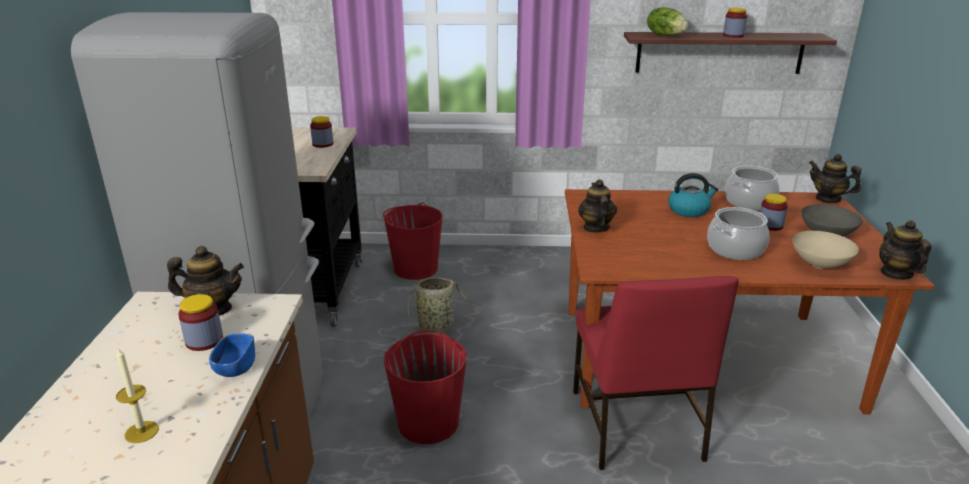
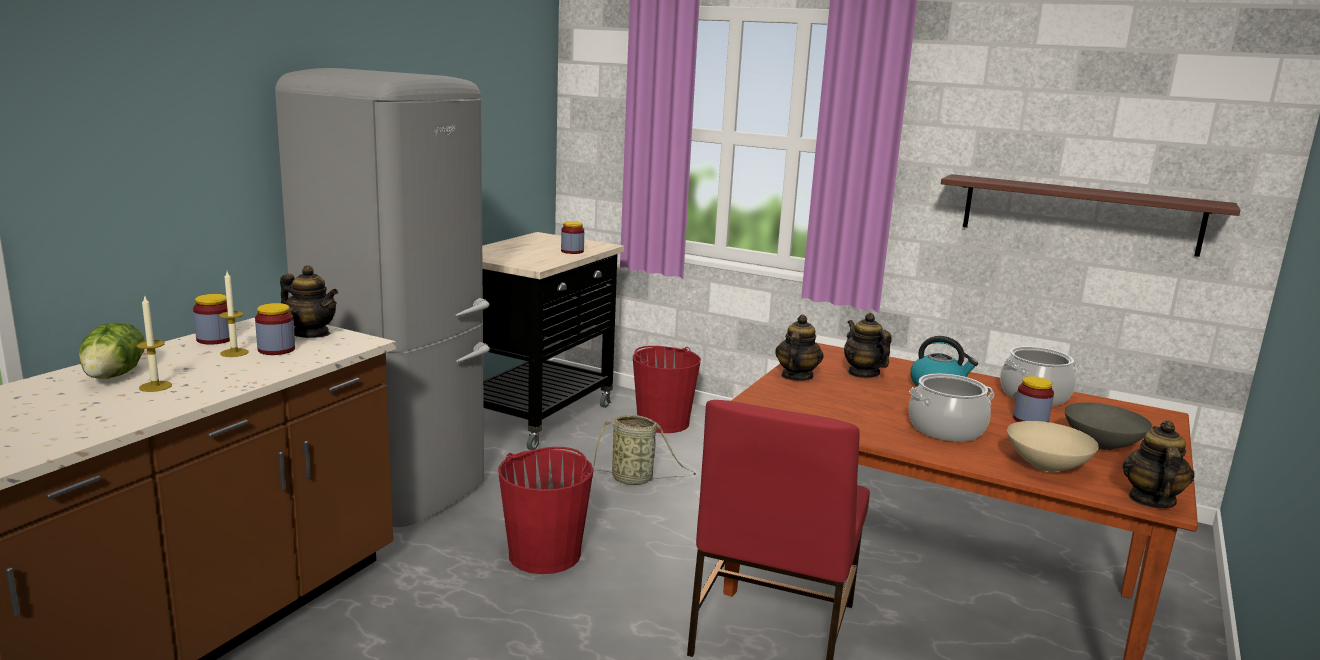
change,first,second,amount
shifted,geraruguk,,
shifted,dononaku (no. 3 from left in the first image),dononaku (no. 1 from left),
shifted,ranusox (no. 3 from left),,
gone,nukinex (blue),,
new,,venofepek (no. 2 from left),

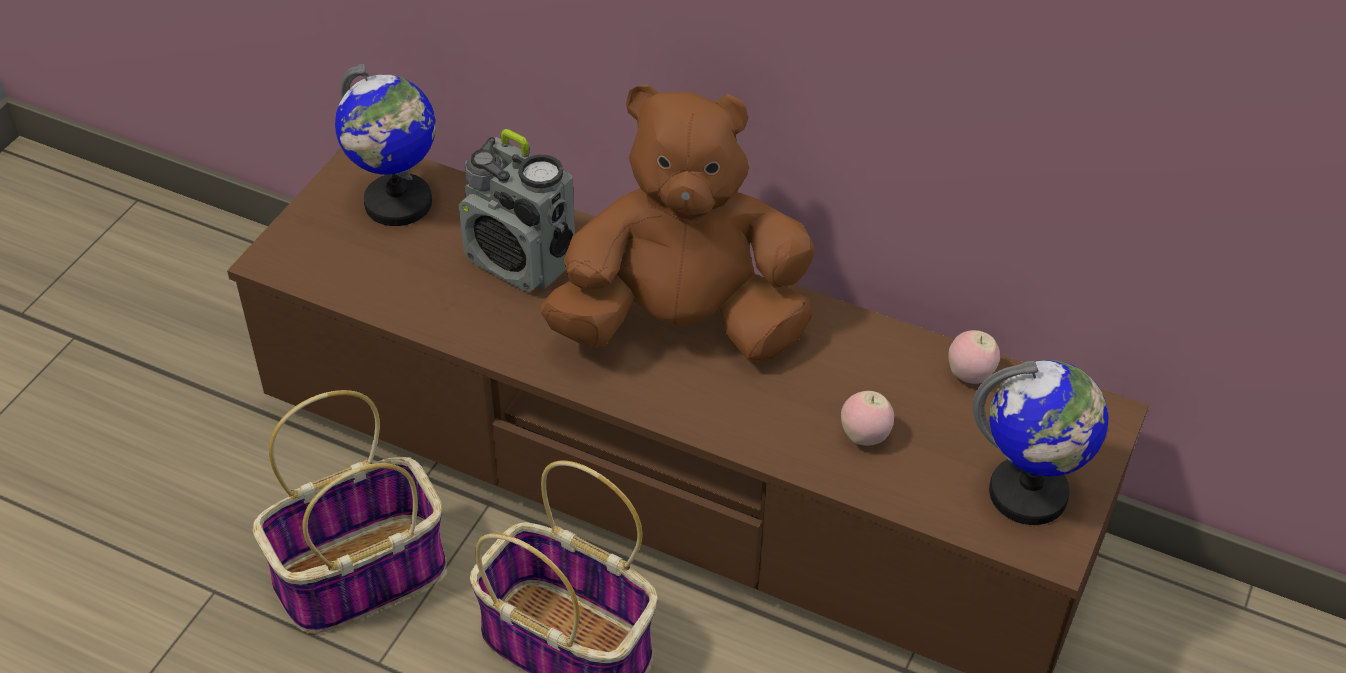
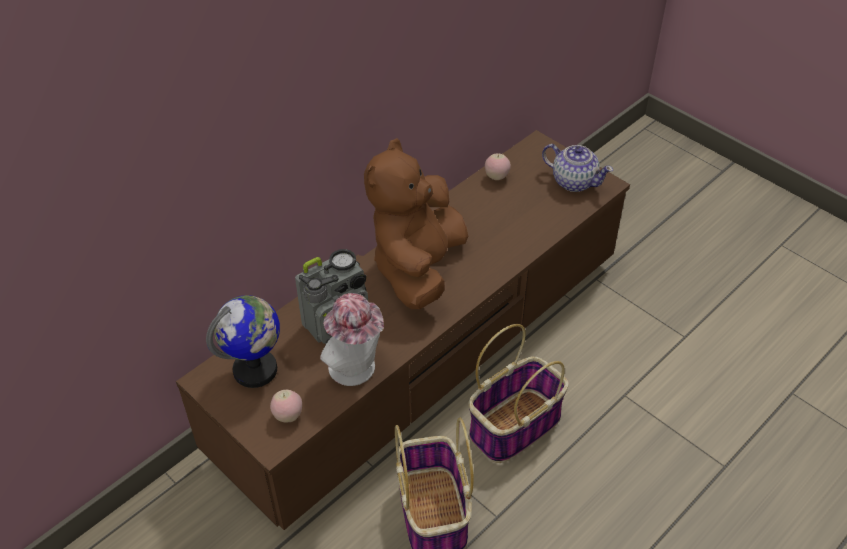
change,first,second,amount
swapped,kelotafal (no. 2 from left),ranusox,
shifted,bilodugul (no. 1 from left),,
new,,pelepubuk,

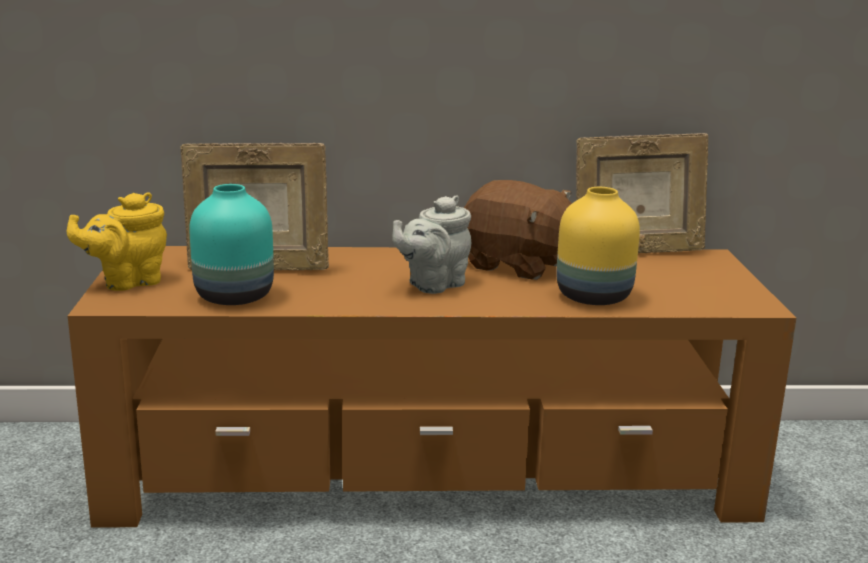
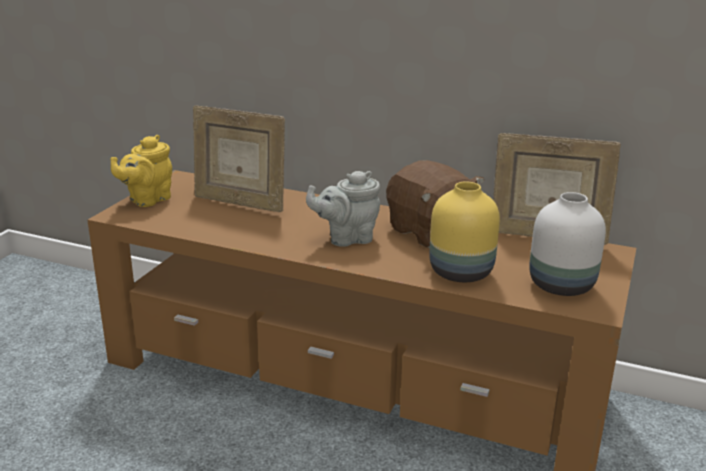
change,first,second,amount
gone,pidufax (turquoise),,
rotated,ranusox (yellow),,45 degrees counterclockwise
new,,pidufax (white),

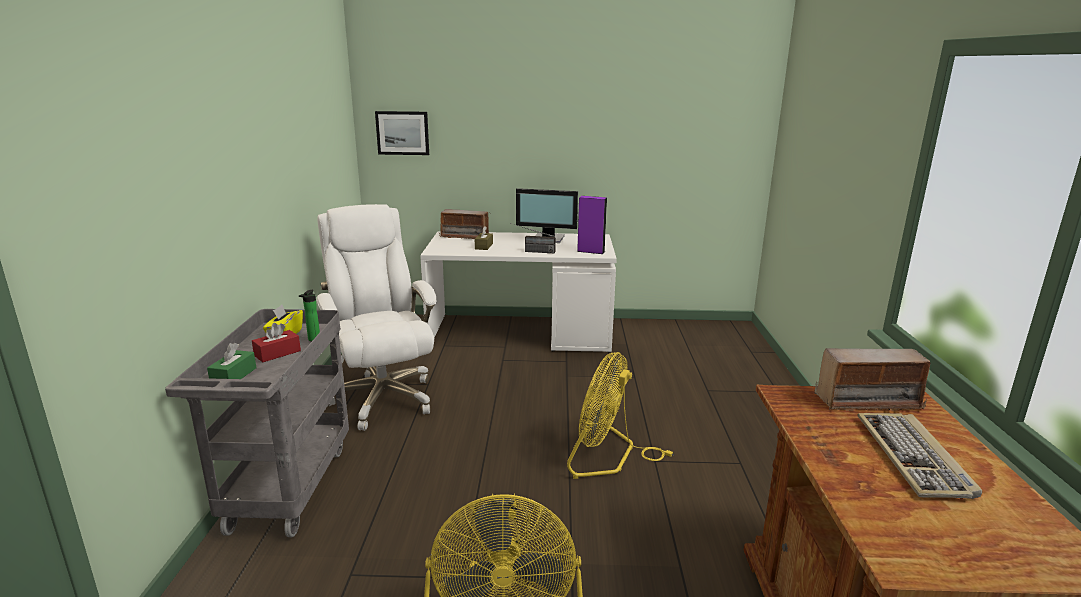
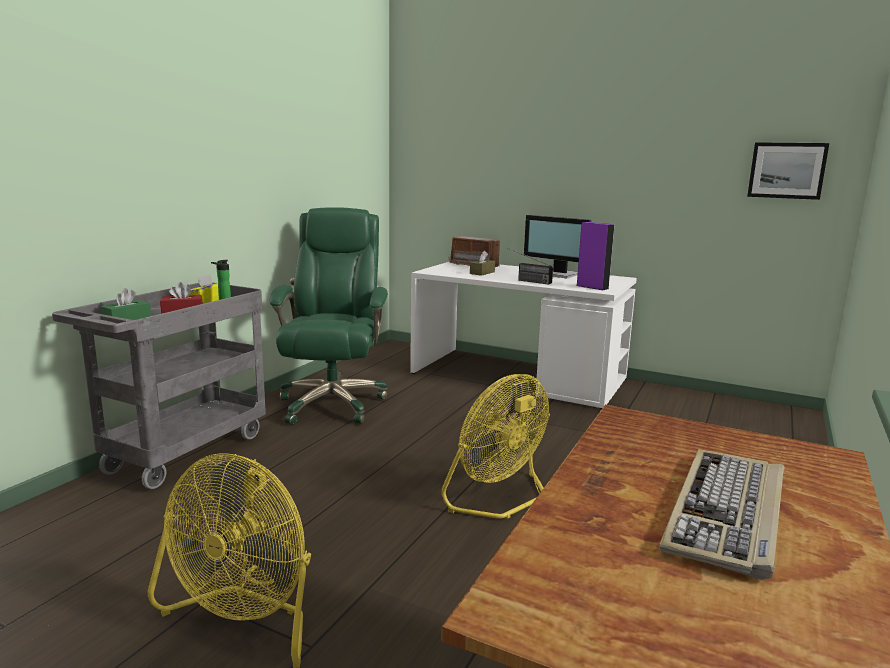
change,first,second,amount
shifted,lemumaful,,
repainted,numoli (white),numoli (green),
gone,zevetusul (no. 3 from left),,

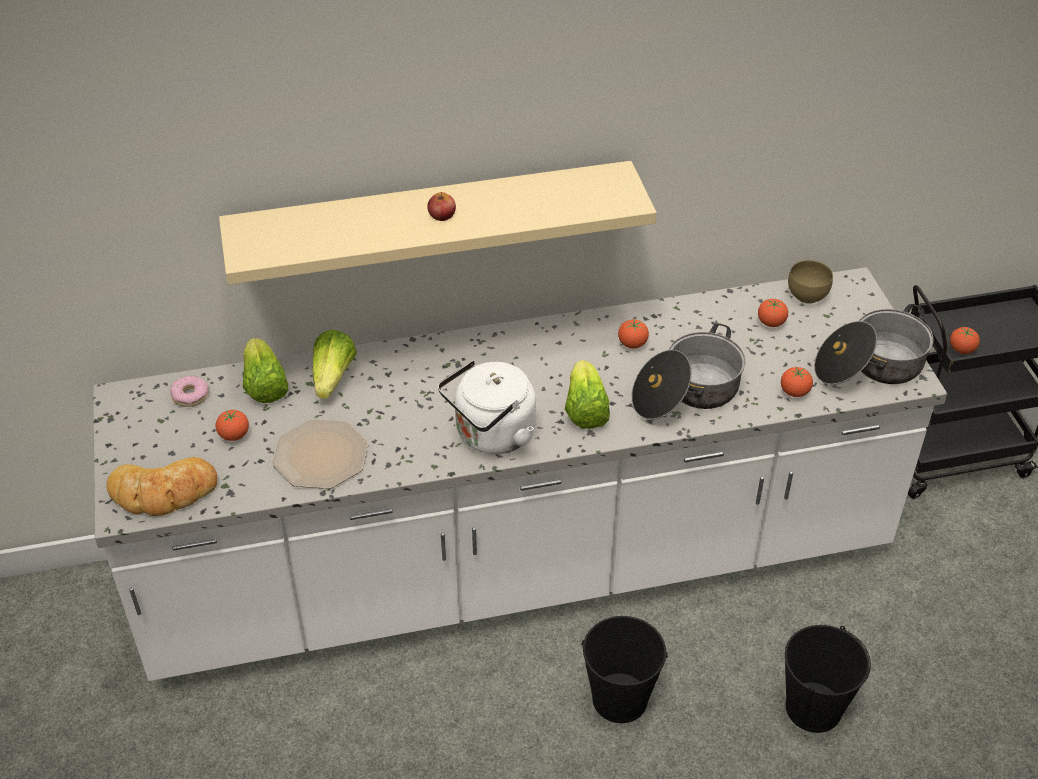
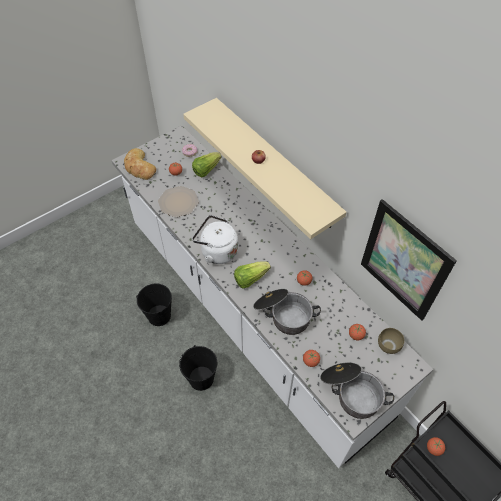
change,first,second,amount
gone,geraruguk (no. 2 from left),,
shifted,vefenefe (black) (no. 2 from left in the first image),vefenefe (black) (no. 1 from left),
new,,lemumaful,

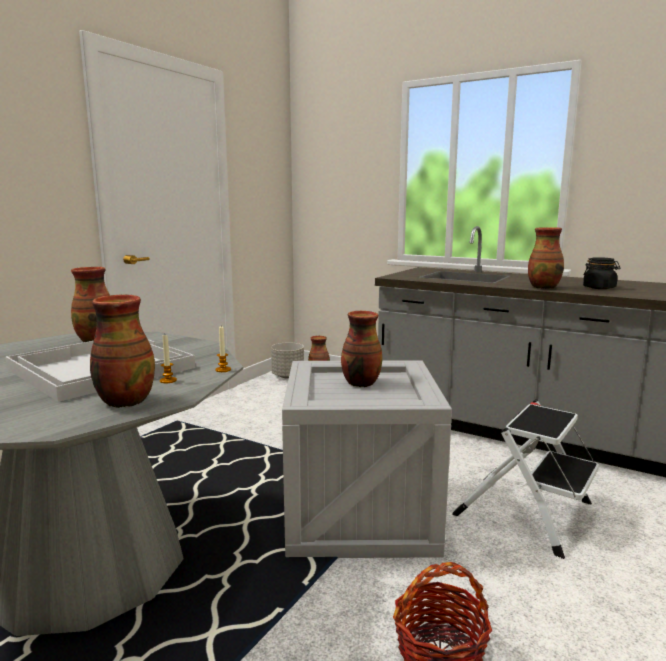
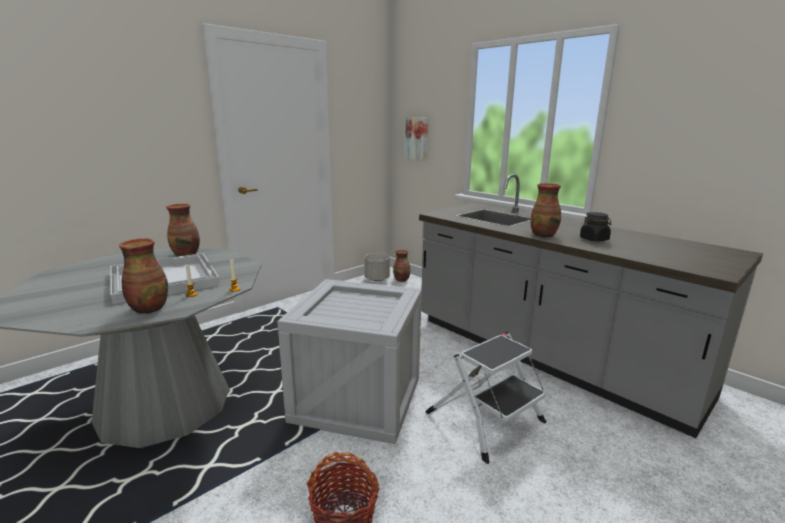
change,first,second,amount
gone,pidufax (no. 4 from left),,
new,,lemumaful,

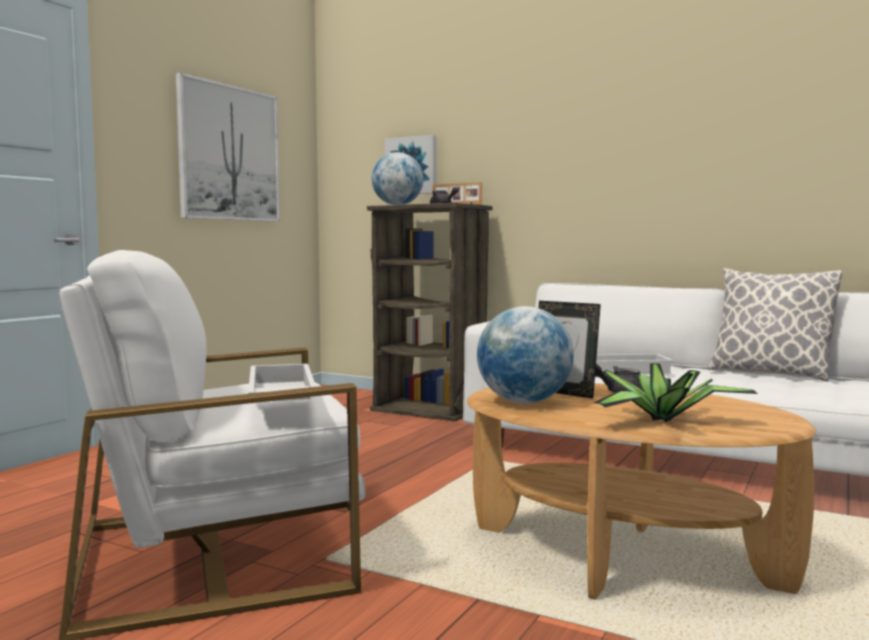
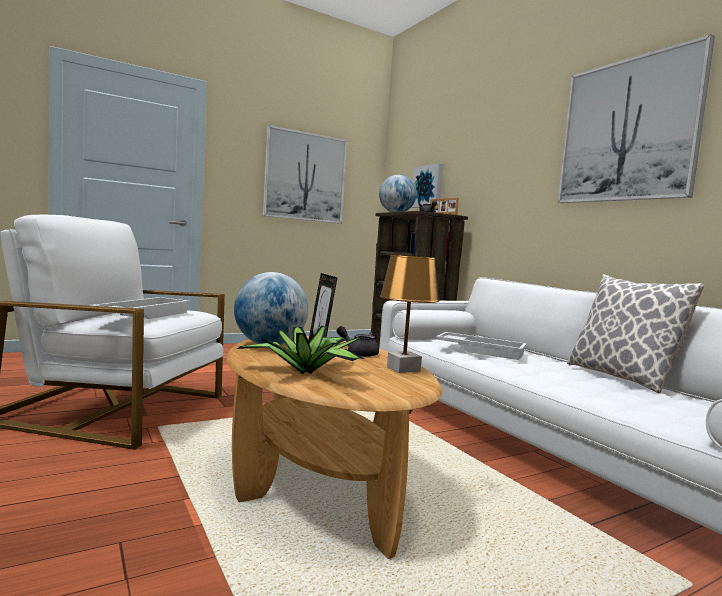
change,first,second,amount
new,,lemumaful (no. 3 from left),
new,,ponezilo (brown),

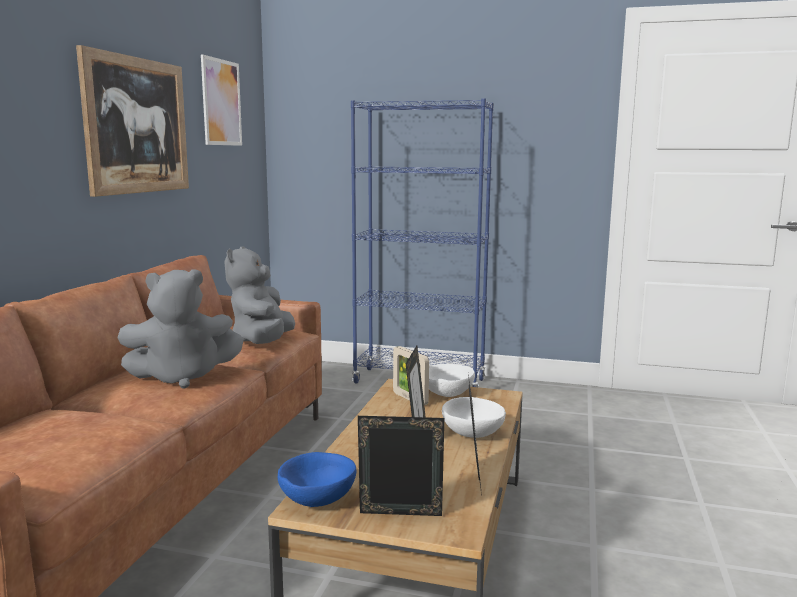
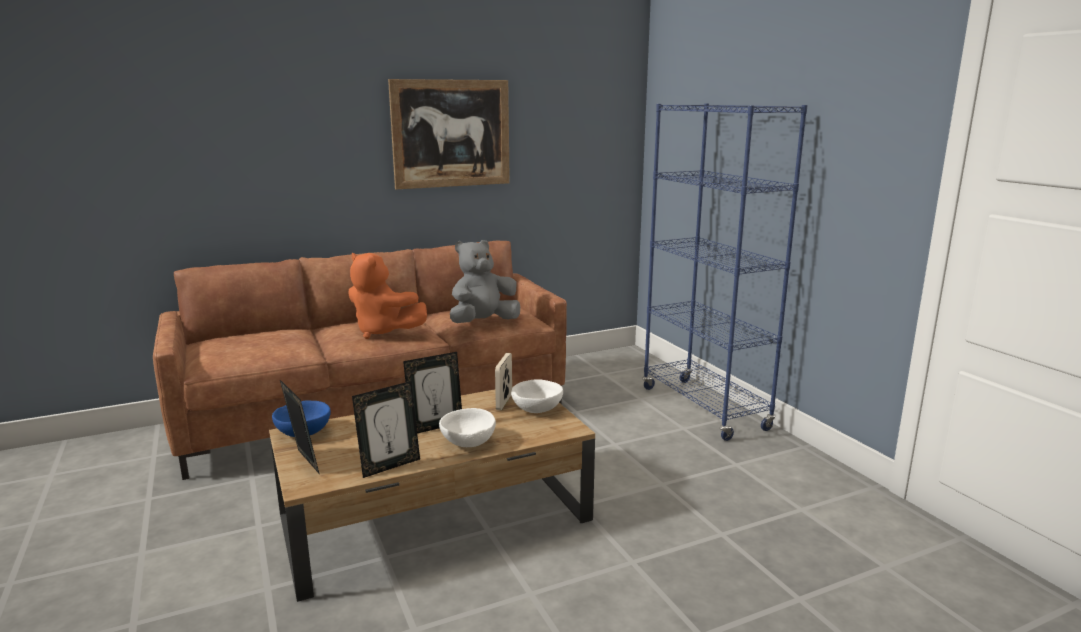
change,first,second,amount
gone,lemumaful (no. 2 from left),,
repainted,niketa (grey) (no. 1 from left),niketa (orange),

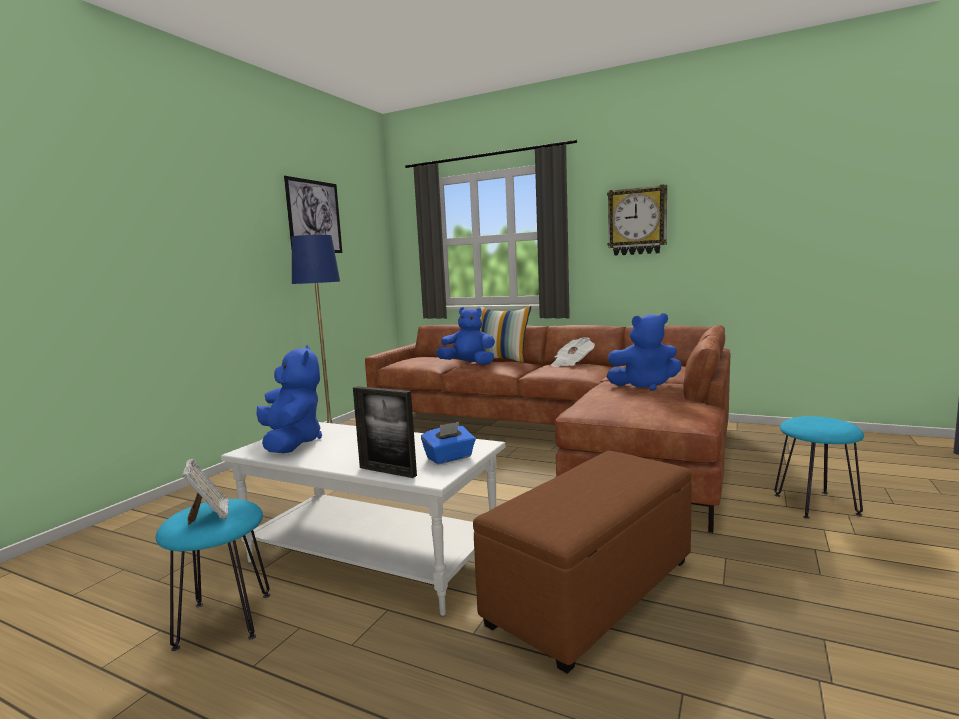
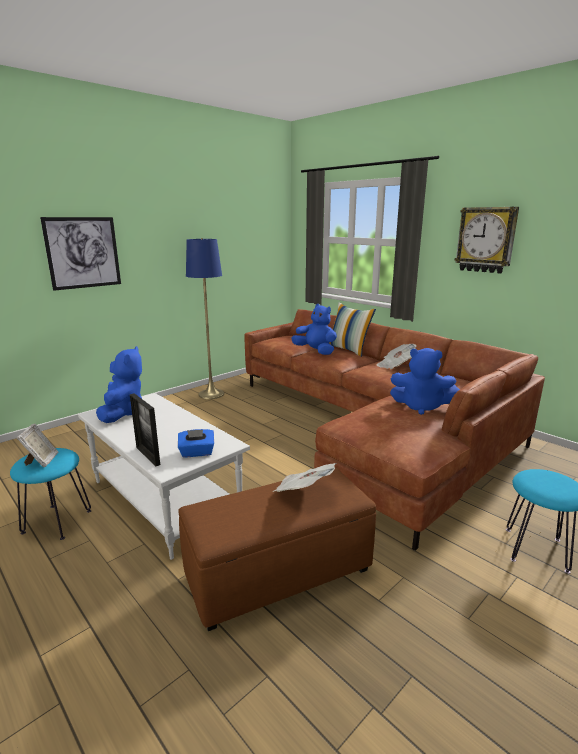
change,first,second,amount
shifted,lemumaful,,
new,,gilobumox (no. 1 from left),

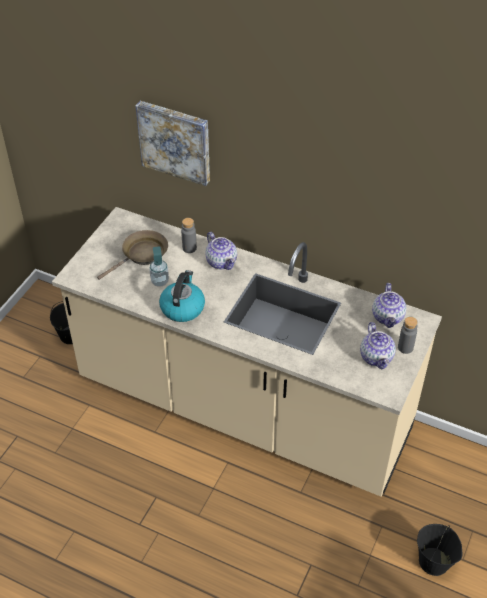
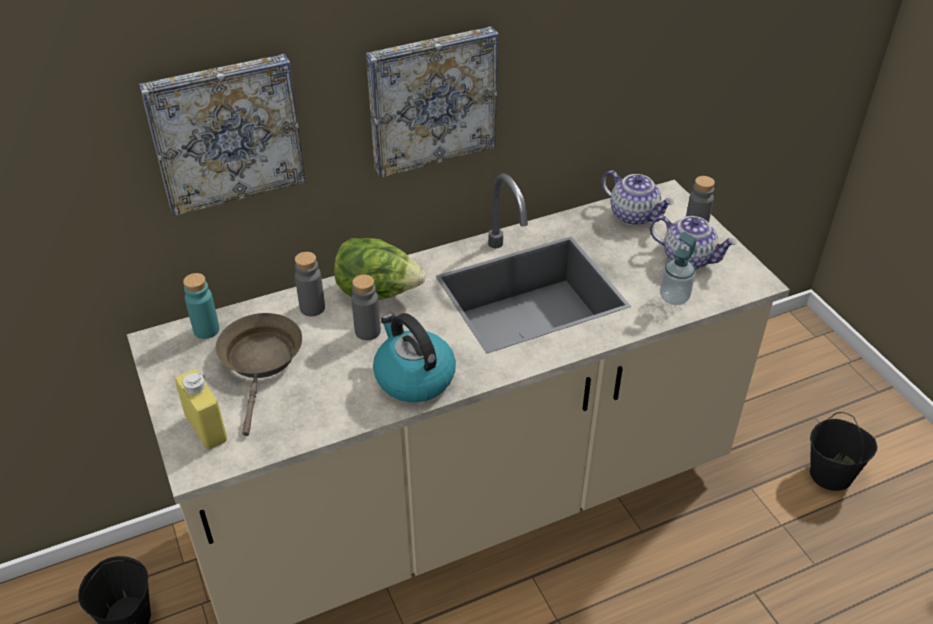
change,first,second,amount
swapped,ranusox (no. 1 from left),geraruguk,
shifted,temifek,,
new,,lemumaful (no. 2 from left),
new,,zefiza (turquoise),
new,,zefiza (grey) (no. 2 from left),
new,,zefiza (yellow),

